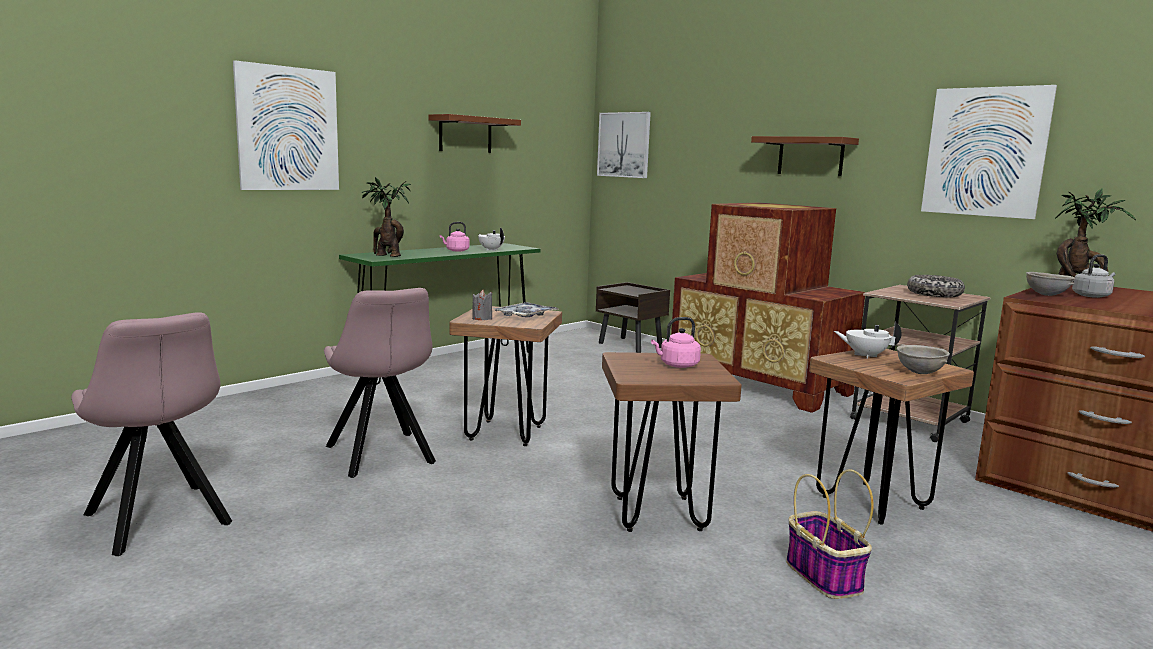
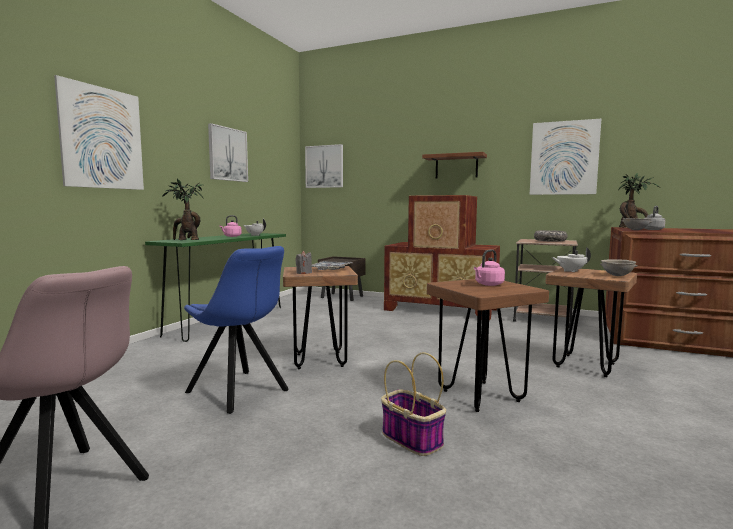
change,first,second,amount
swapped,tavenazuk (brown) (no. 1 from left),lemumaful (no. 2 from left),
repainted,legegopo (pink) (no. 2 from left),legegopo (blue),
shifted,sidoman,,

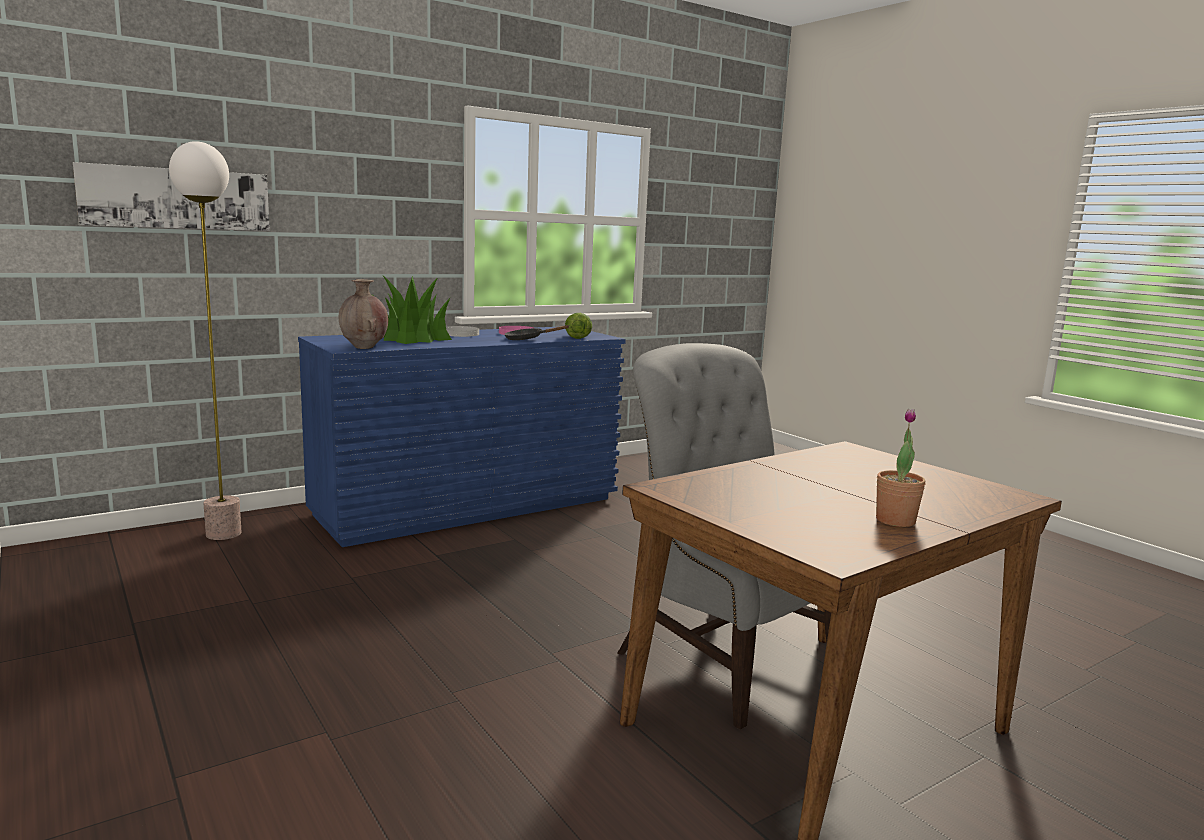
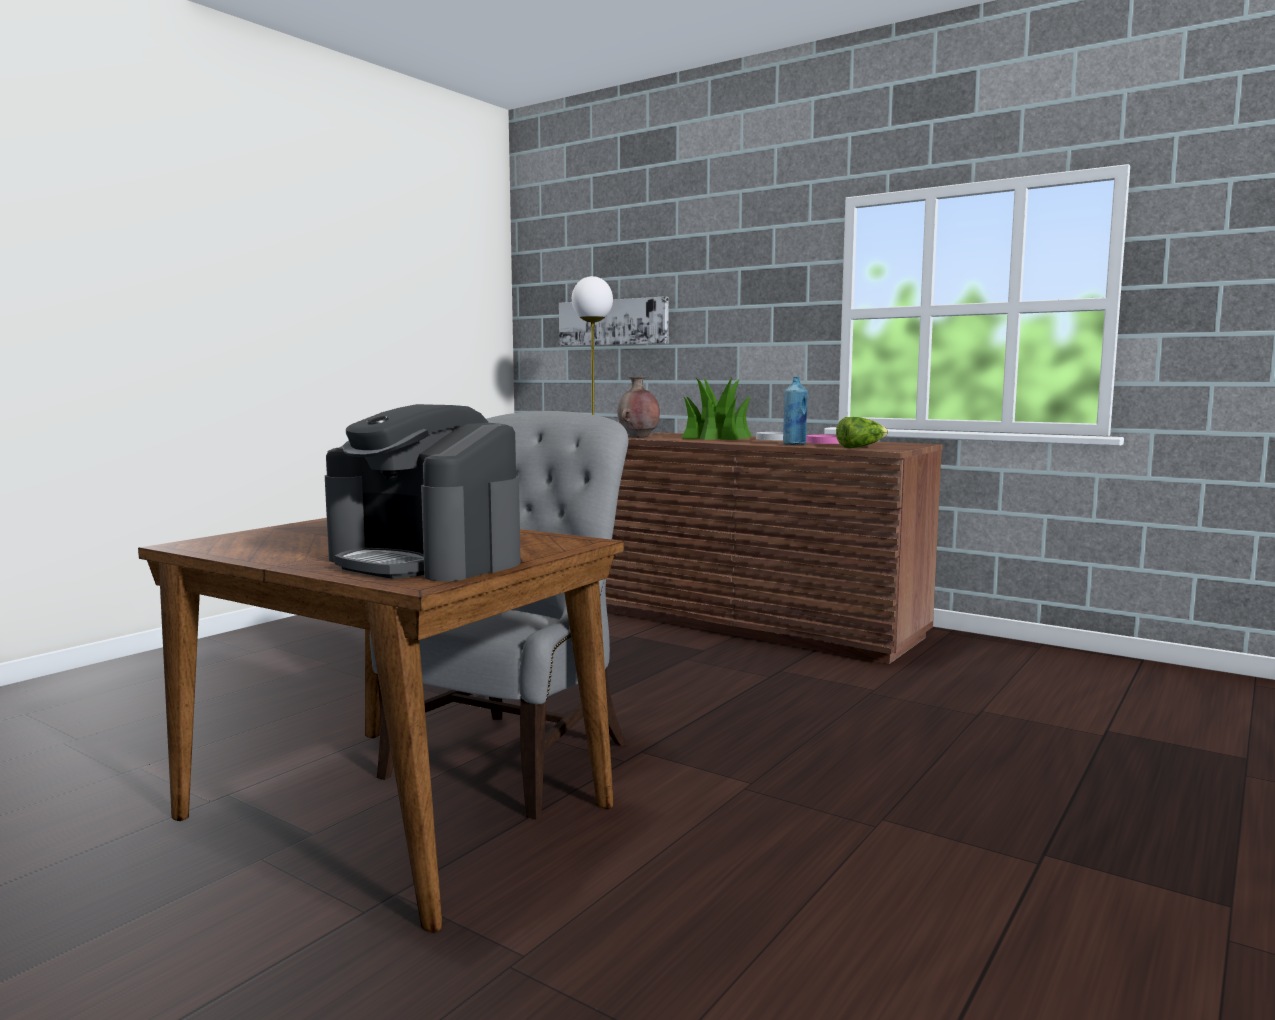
change,first,second,amount
swapped,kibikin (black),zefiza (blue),
repainted,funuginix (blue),funuginix (brown),
gone,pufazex (no. 2 from left),,
new,,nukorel,

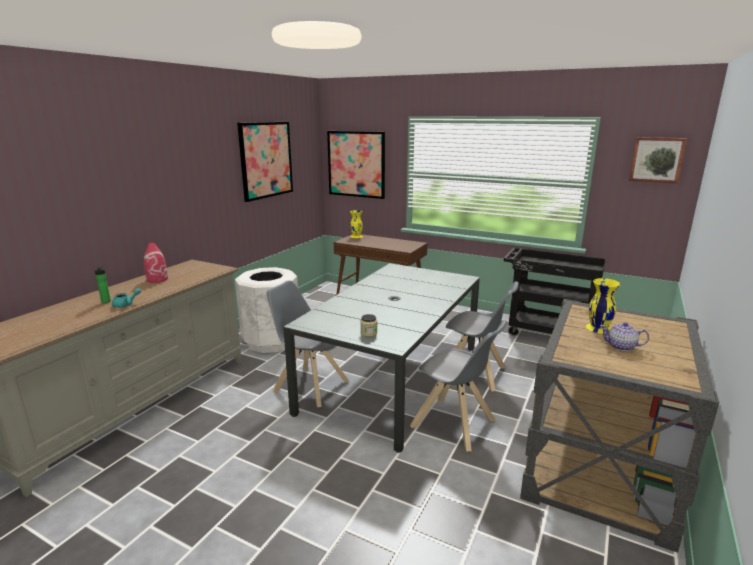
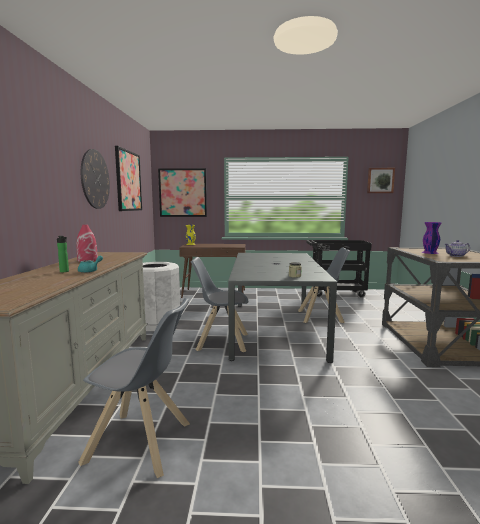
change,first,second,amount
repainted,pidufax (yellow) (no. 2 from left),pidufax (purple),
shifted,legegopo (grey) (no. 2 from left in the first image),legegopo (grey) (no. 1 from left),
new,,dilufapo,

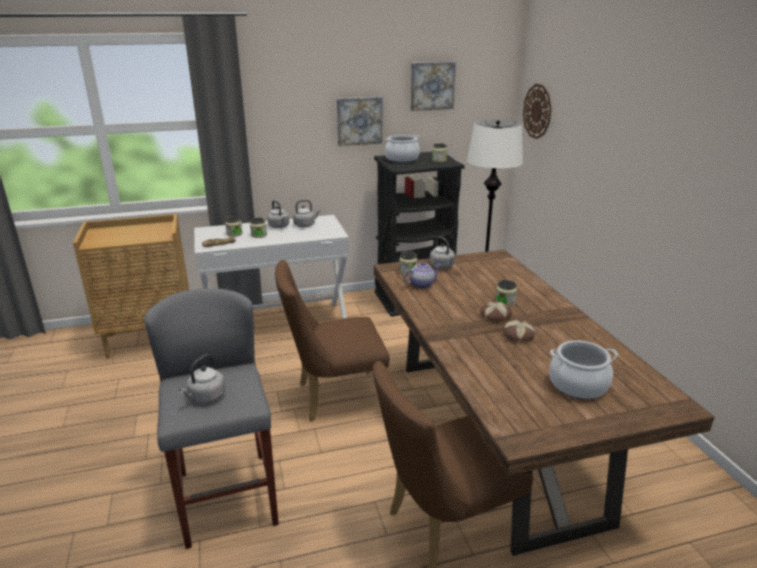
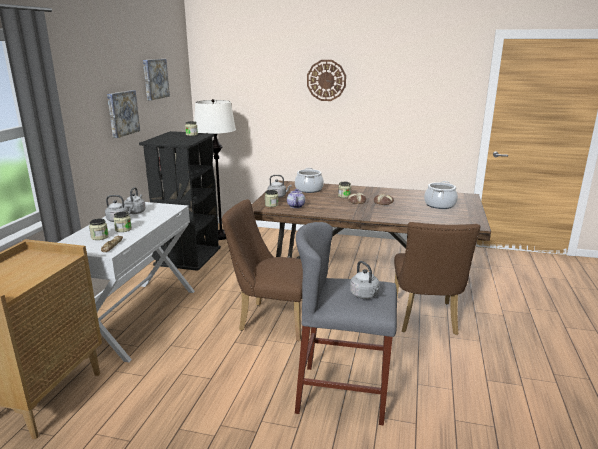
change,first,second,amount
shifted,dilufapo,,
shifted,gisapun (no. 1 from left),,
rotated,legegopo (brown) (no. 1 from left),,90 degrees clockwise

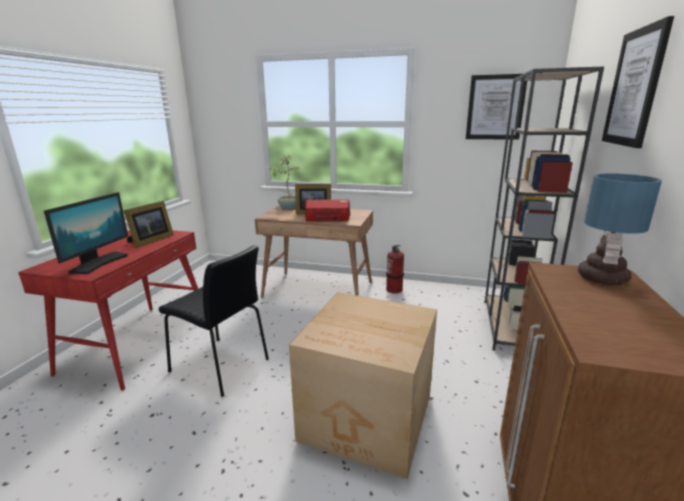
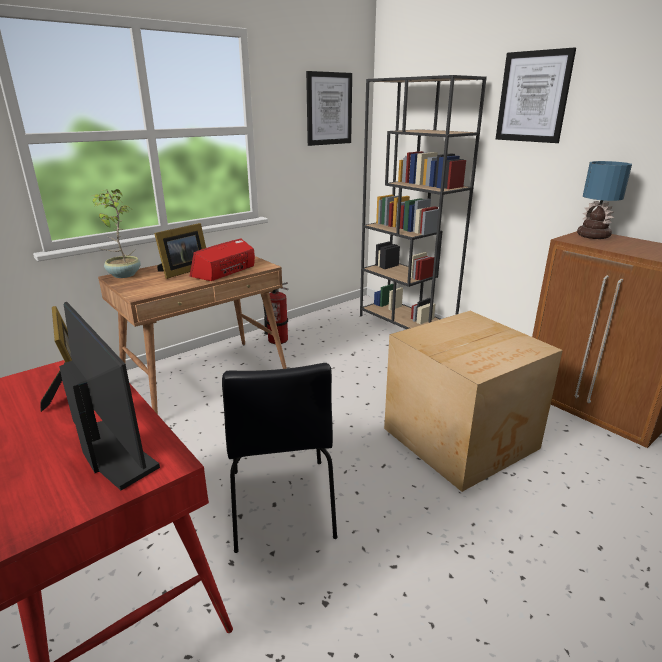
change,first,second,amount
rotated,legegopo (black),,105 degrees clockwise

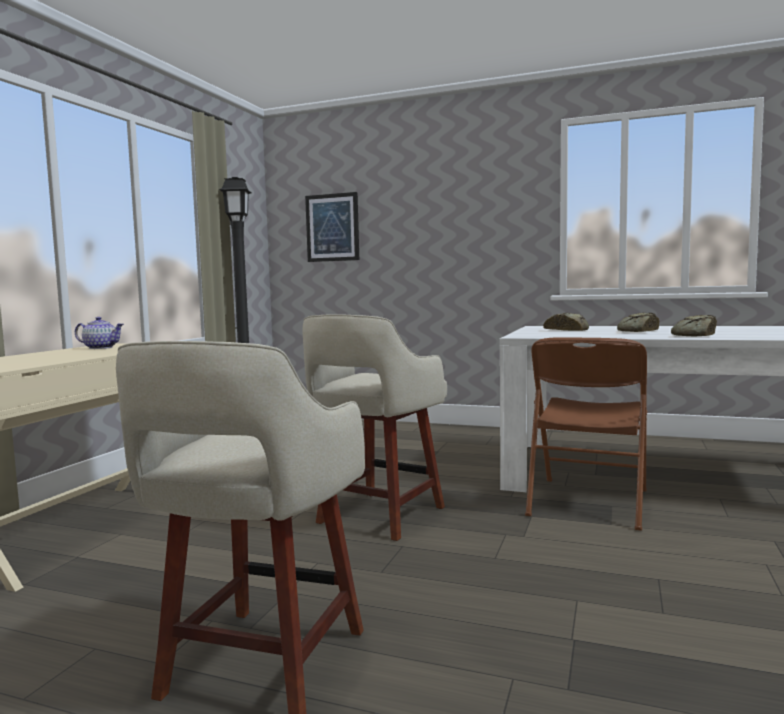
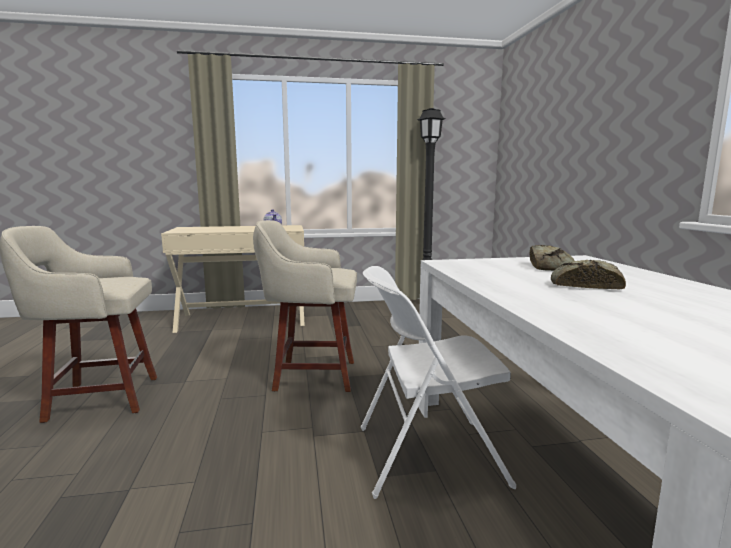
change,first,second,amount
gone,lemumaful,,
gone,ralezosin (no. 3 from left),,
repainted,legegopo (brown),legegopo (white),

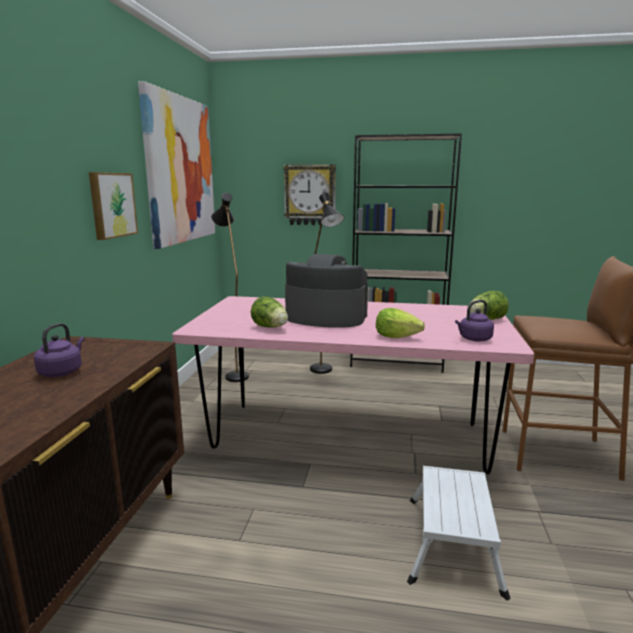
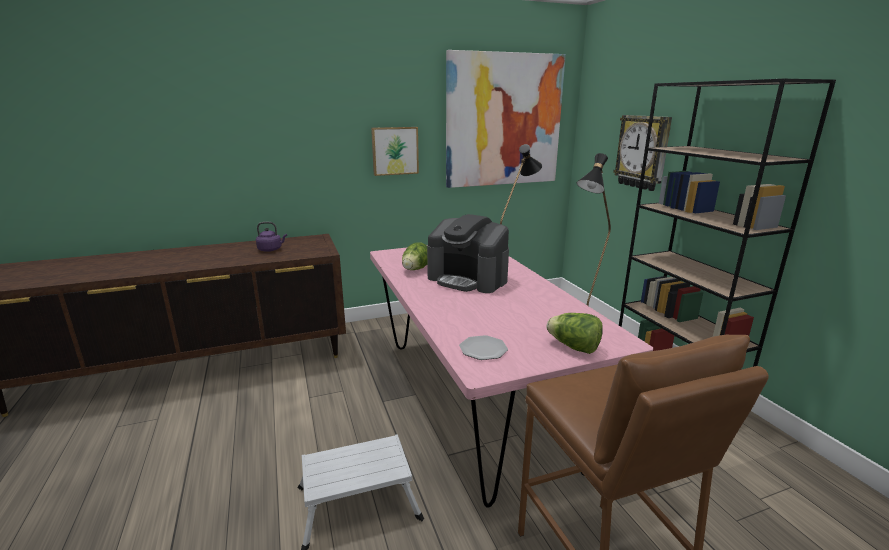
change,first,second,amount
rotated,nukorel,,135 degrees clockwise
swapped,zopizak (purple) (no. 2 from left),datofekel,
gone,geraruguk (no. 2 from left),,

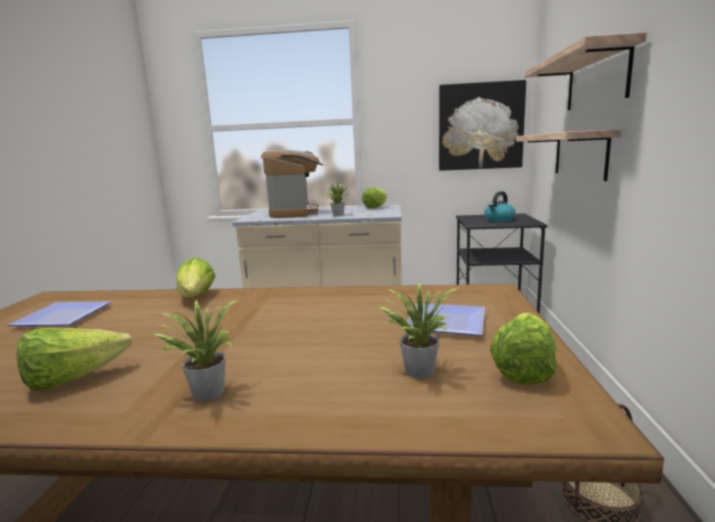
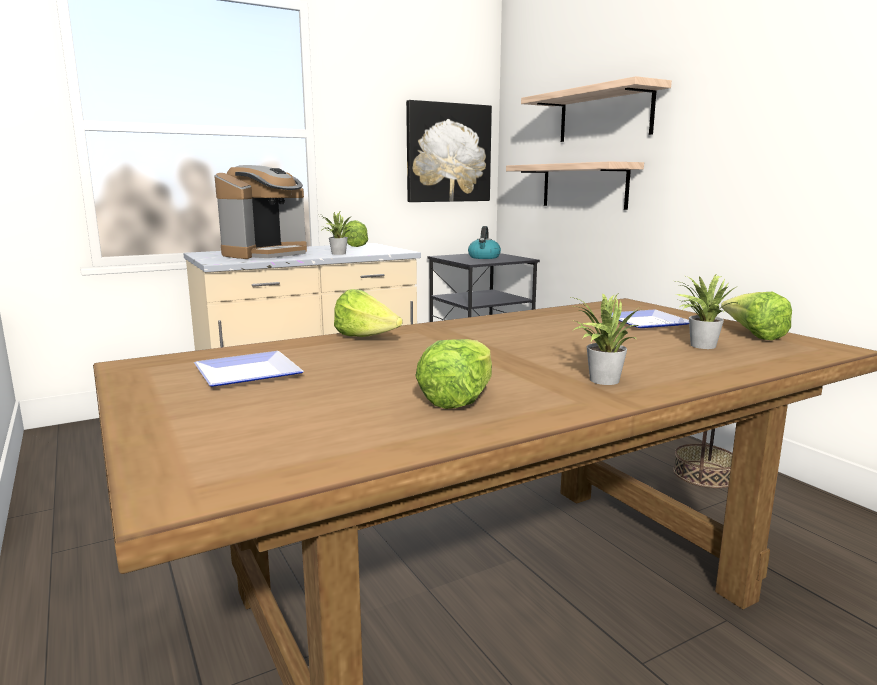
change,first,second,amount
rotated,nukorel,,75 degrees clockwise

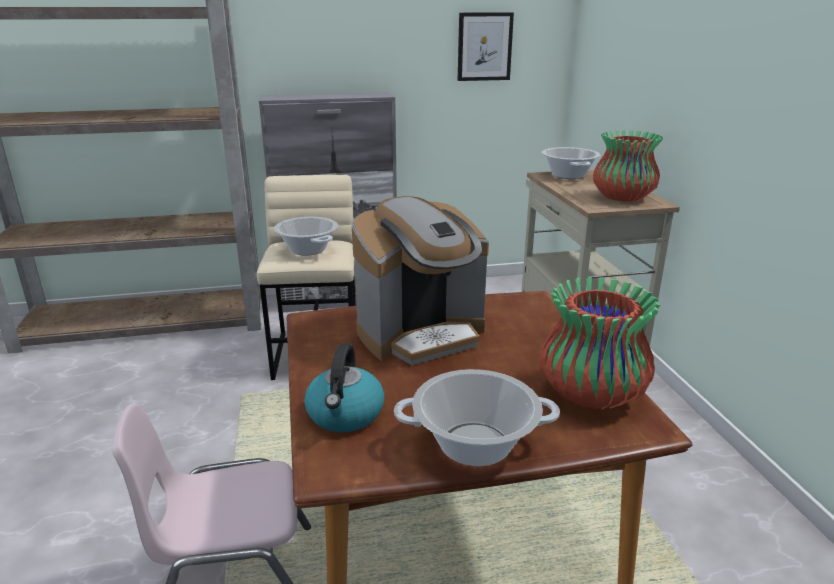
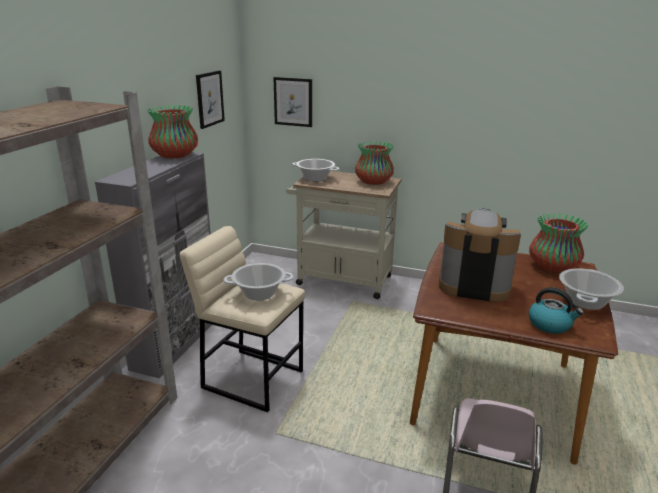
change,first,second,amount
rotated,nukorel,,75 degrees counterclockwise
new,,lemumaful (no. 2 from left),
new,,pidufax (no. 1 from left),

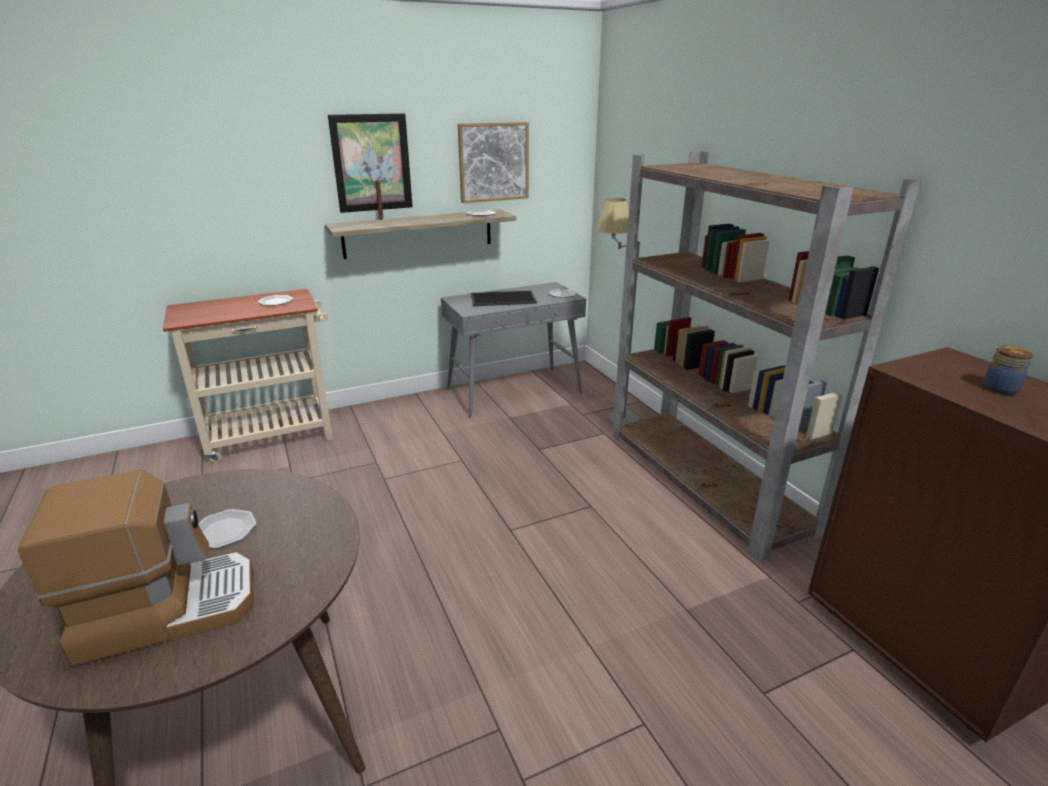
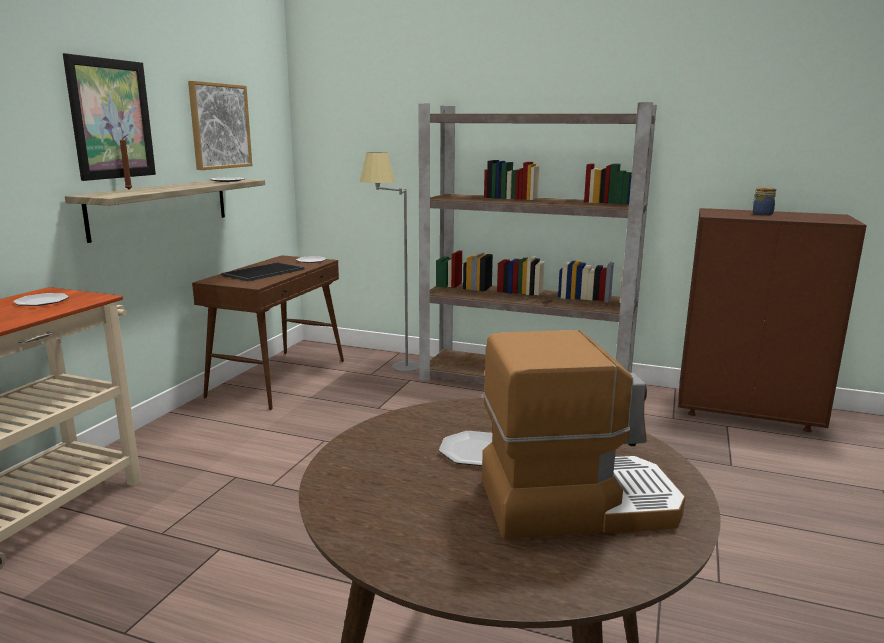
change,first,second,amount
repainted,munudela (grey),munudela (brown),
rotated,nukorel,,60 degrees clockwise

